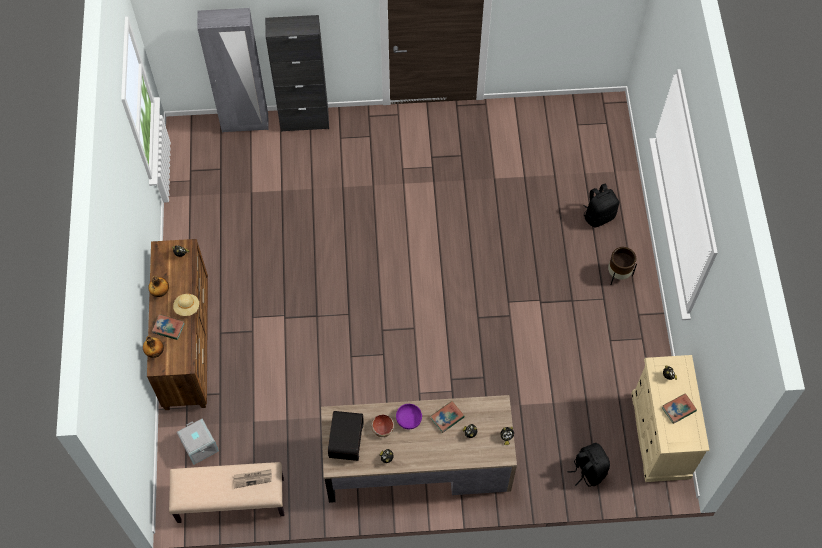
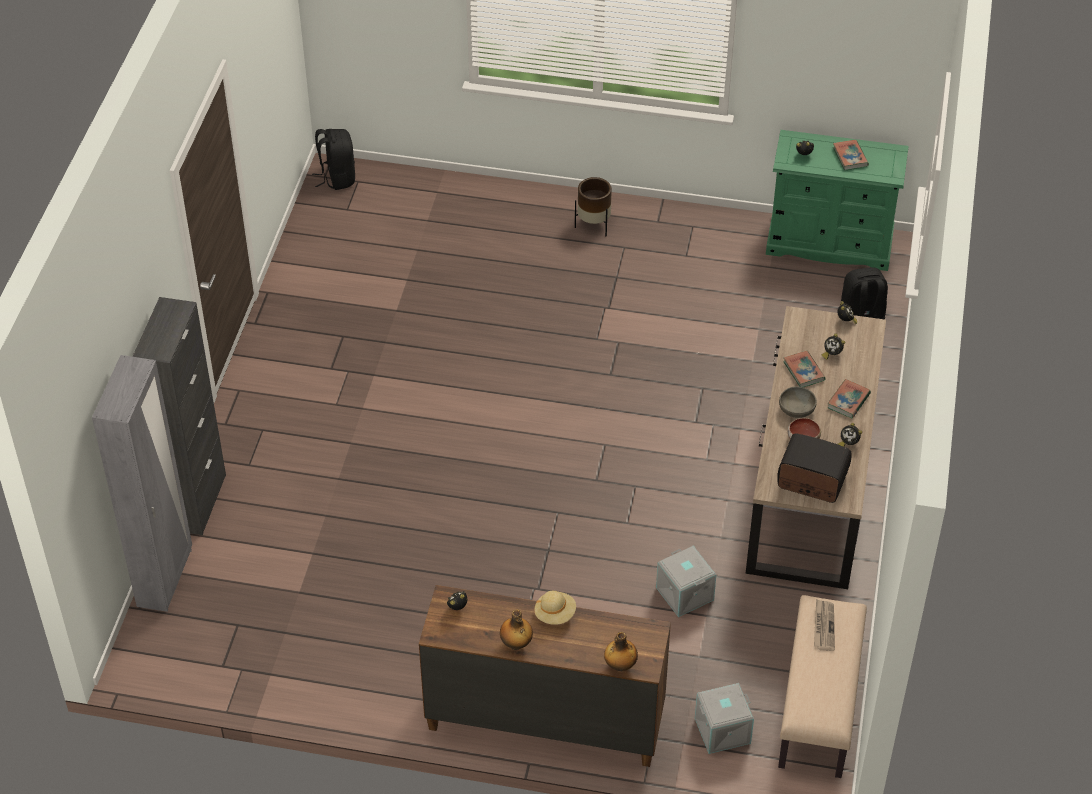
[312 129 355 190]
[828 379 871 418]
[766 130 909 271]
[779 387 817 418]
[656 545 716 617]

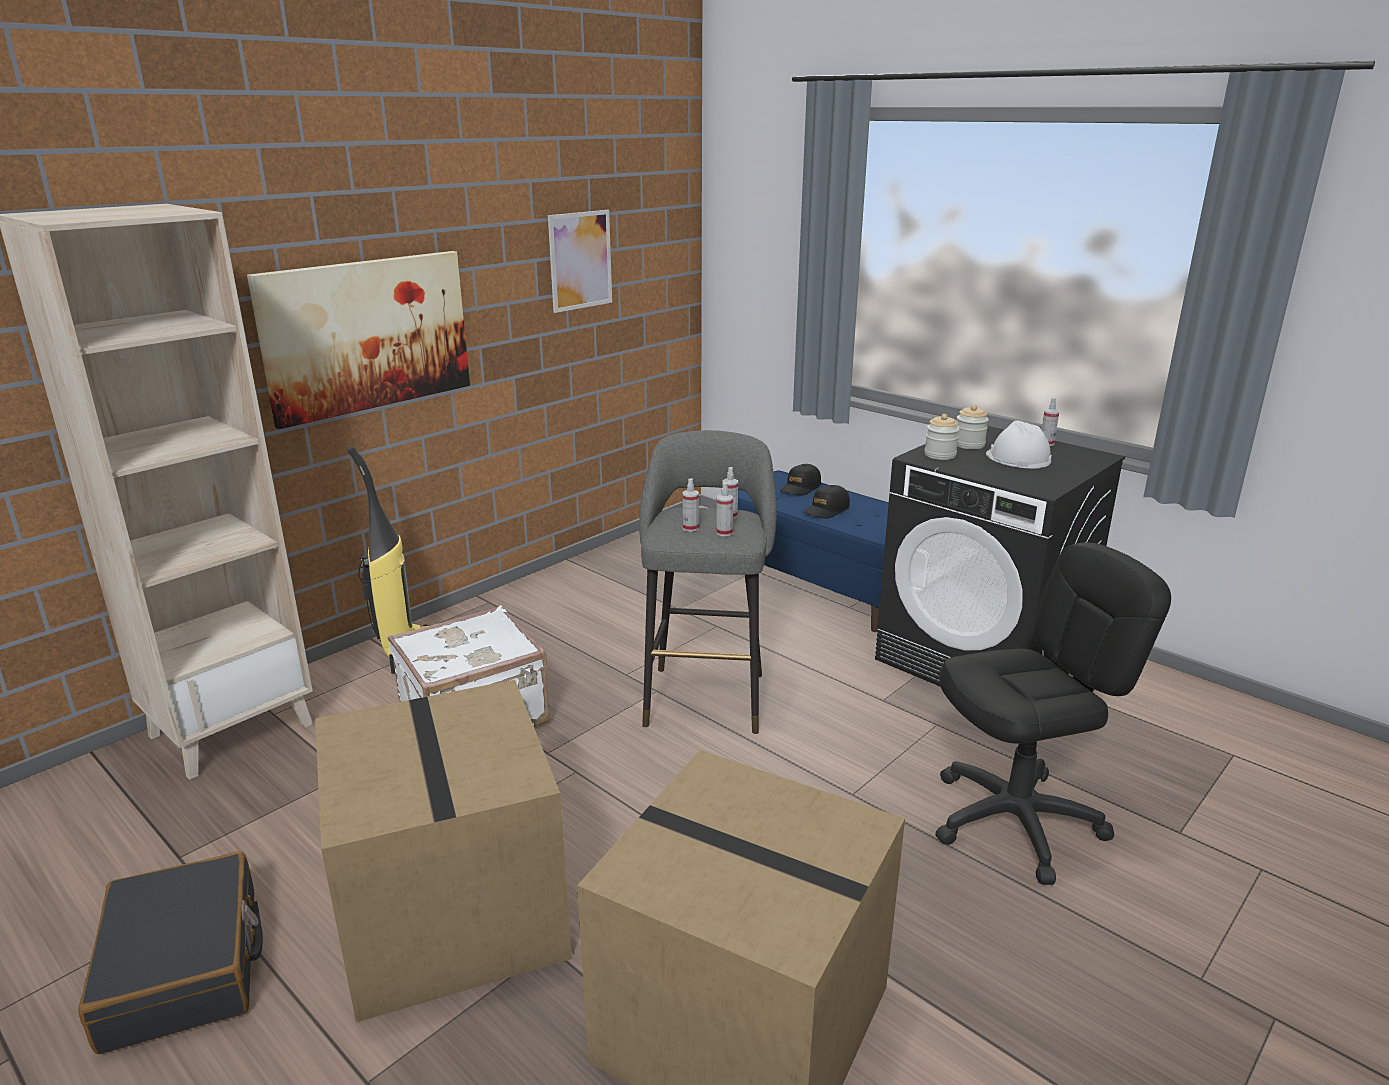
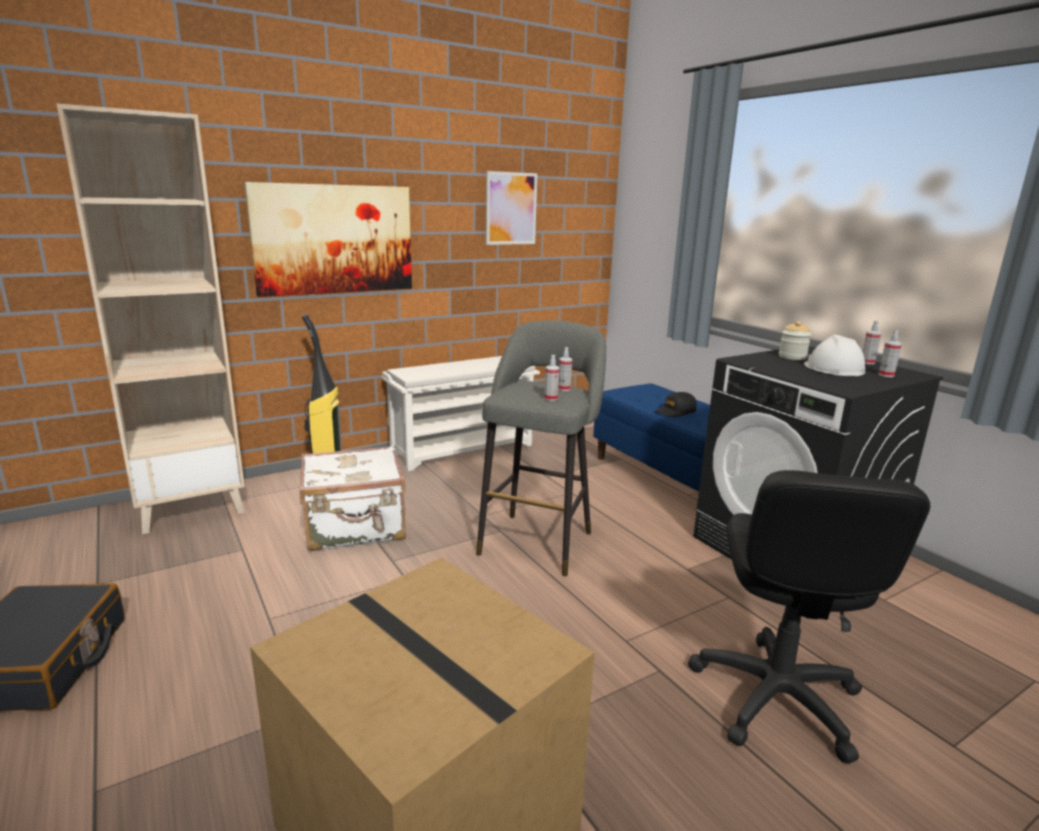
[924 414 960 460] (first image)
[780 464 821 495] (first image)
[878 330 902 377]
[688 470 930 764]
[315 680 572 1023] (first image)
[382 356 540 471]

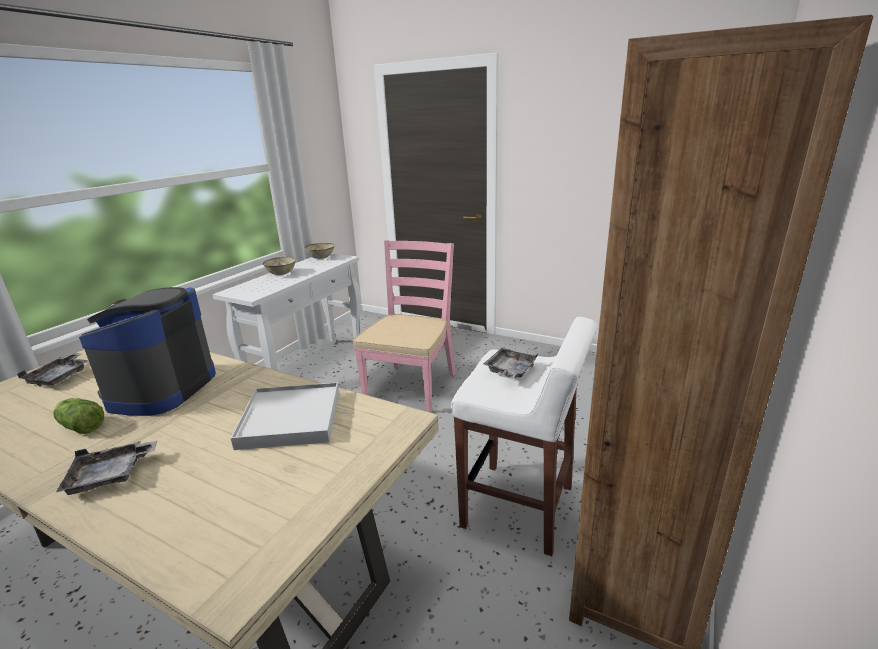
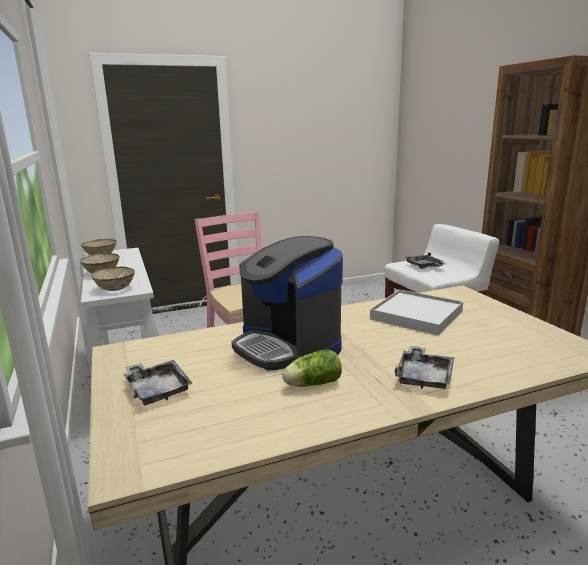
[91 267 135 291]

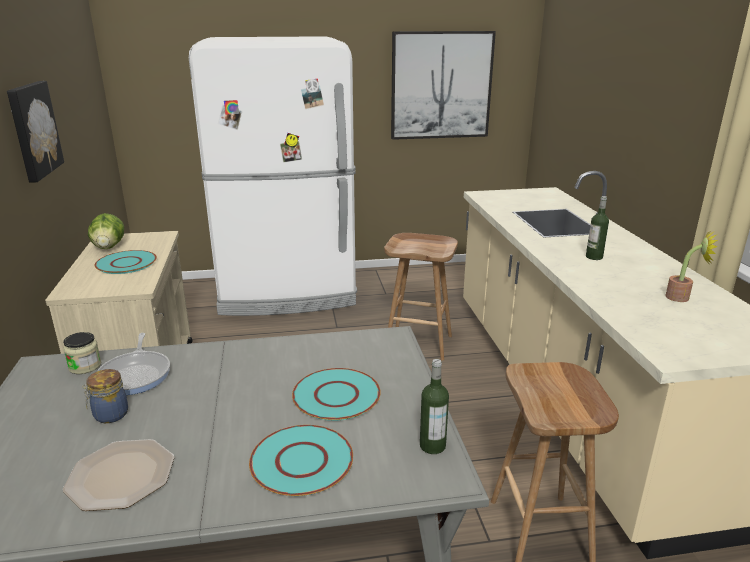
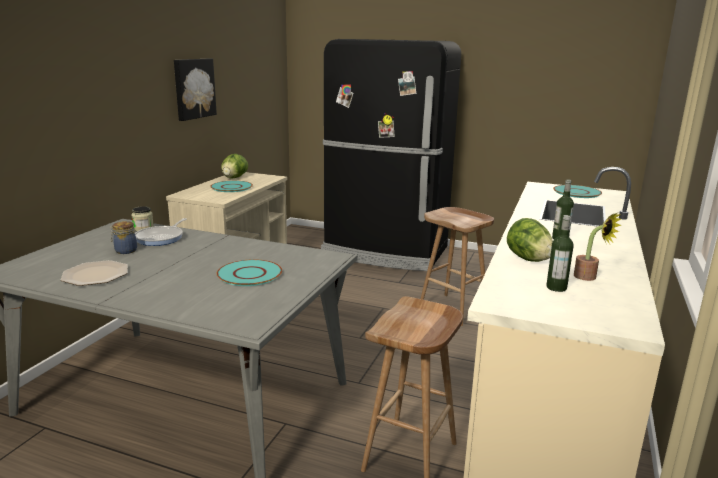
[391 31 496 140] (first image)
[321 39 461 271]
[546 215 574 292]
[553 185 602 198]
[507 218 553 262]

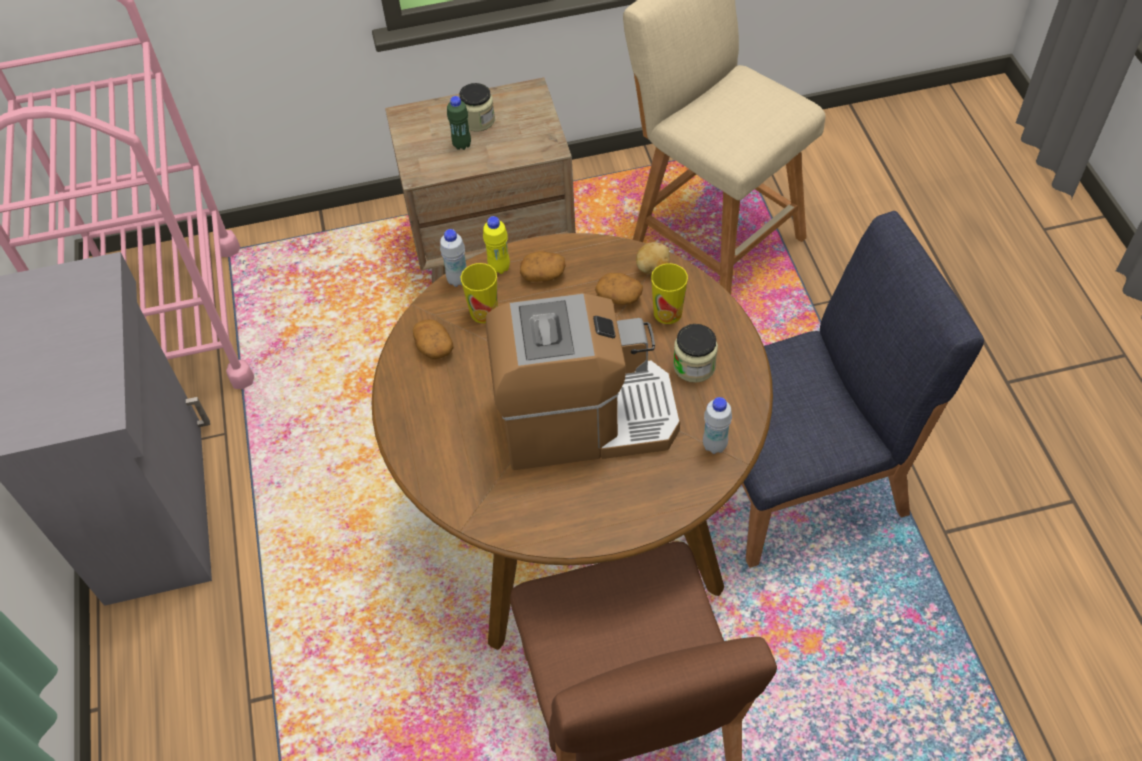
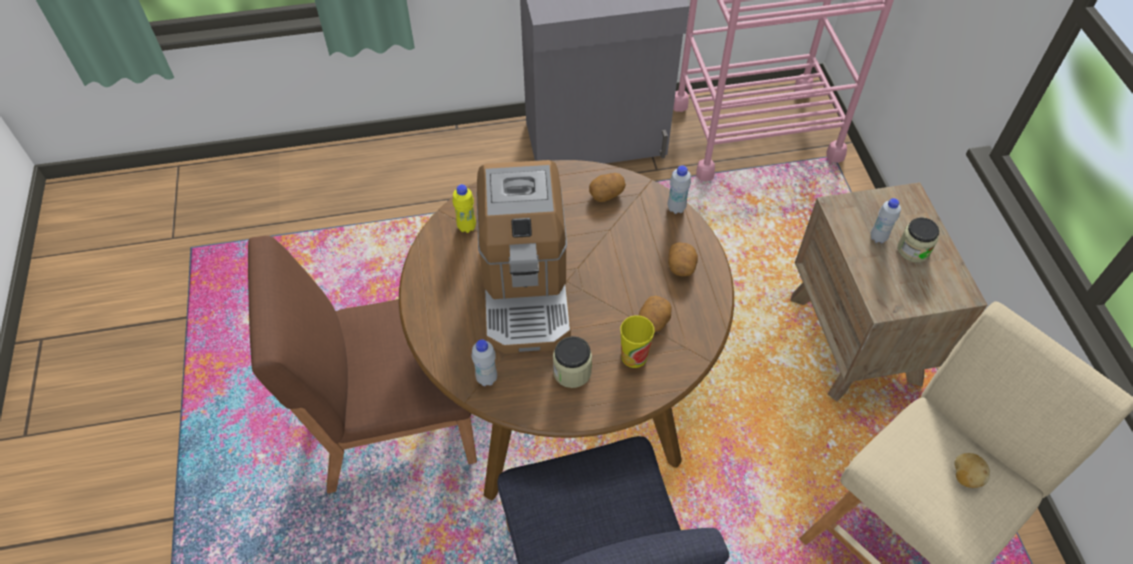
[871 198 901 243]
[453 184 476 233]
[954 453 990 488]
[461 263 498 323] (first image)

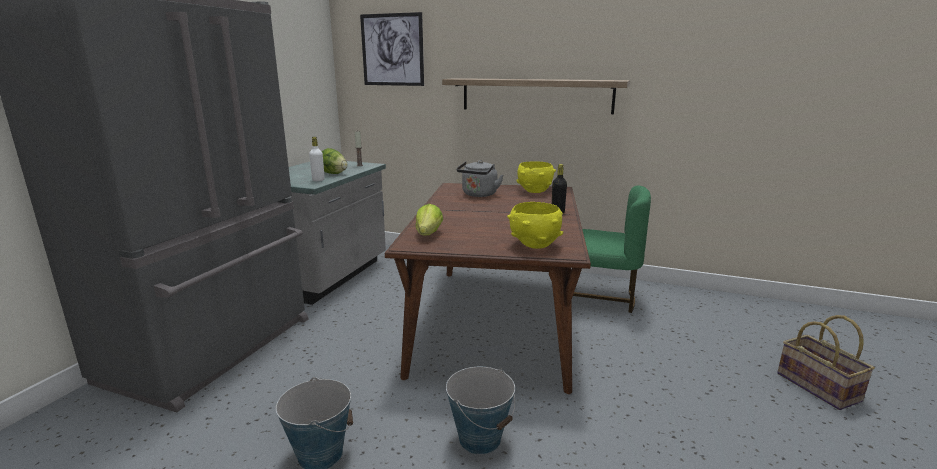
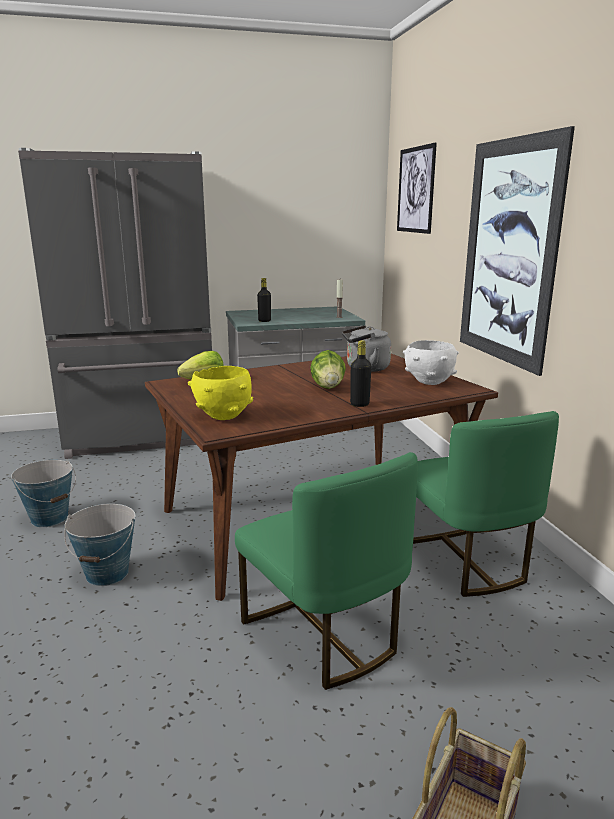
[460 126 575 376]
[257 278 271 322]
[310 350 346 389]
[403 340 459 385]
[235 452 418 690]

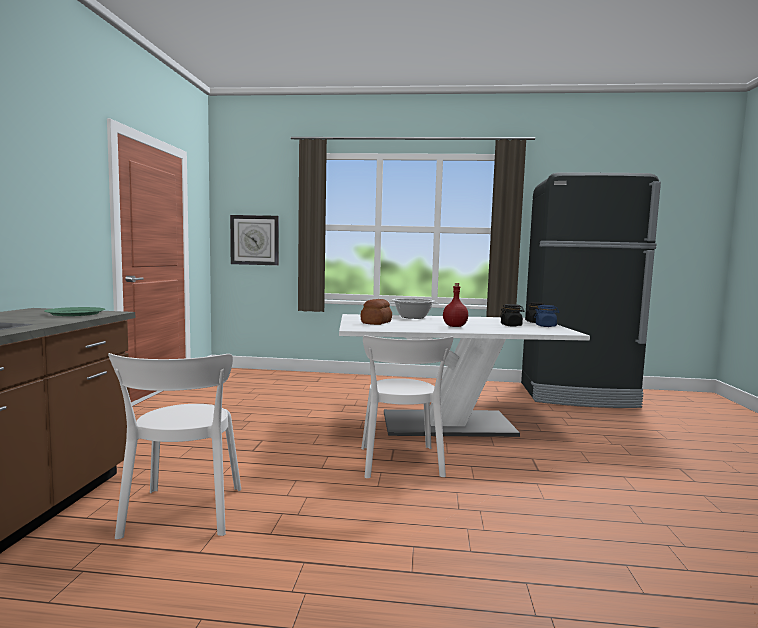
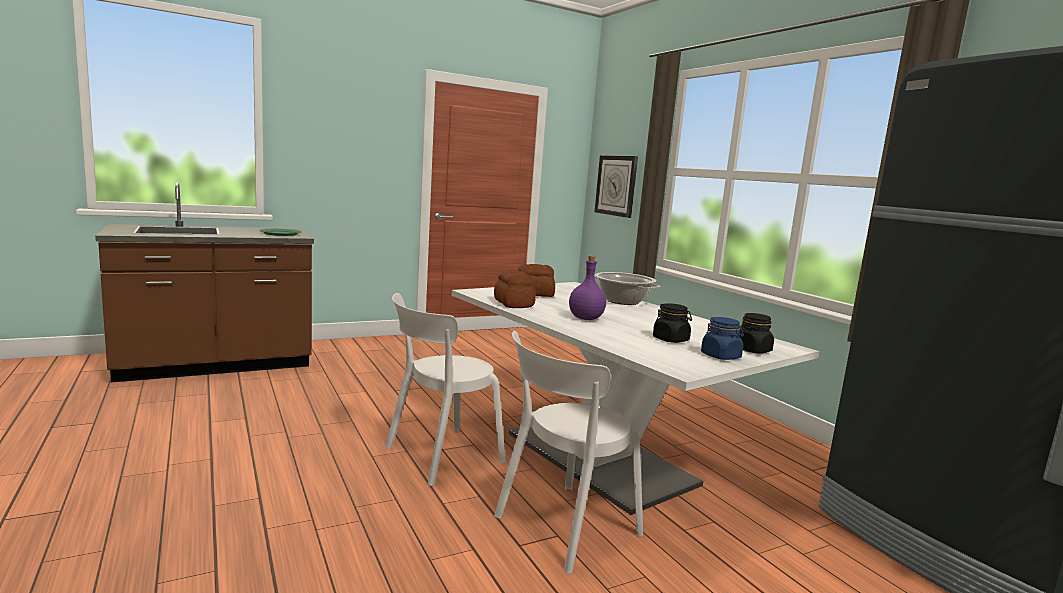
[569 256 606 320]
[494 331 643 574]
[494 270 536 308]

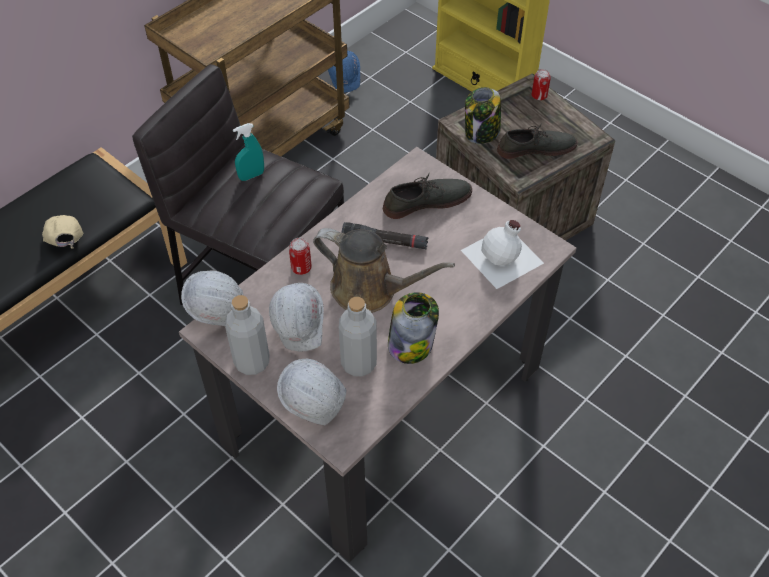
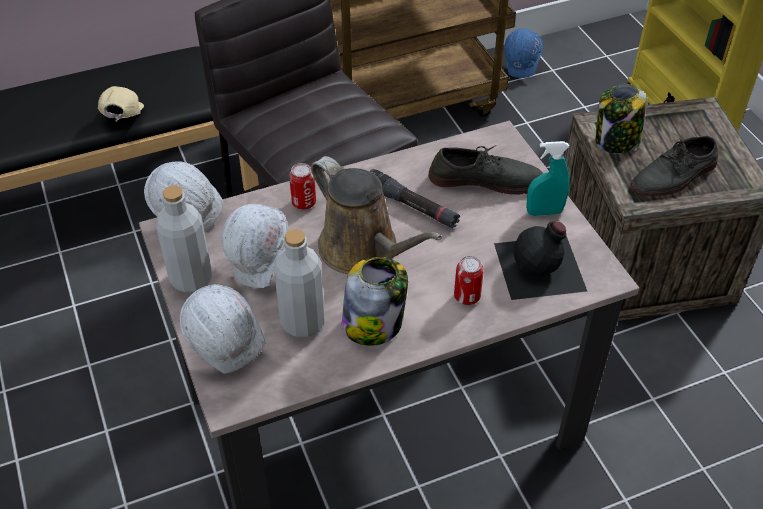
[454 256 484 305]
[526 141 570 216]
[630 136 718 196]
[494 221 587 300]

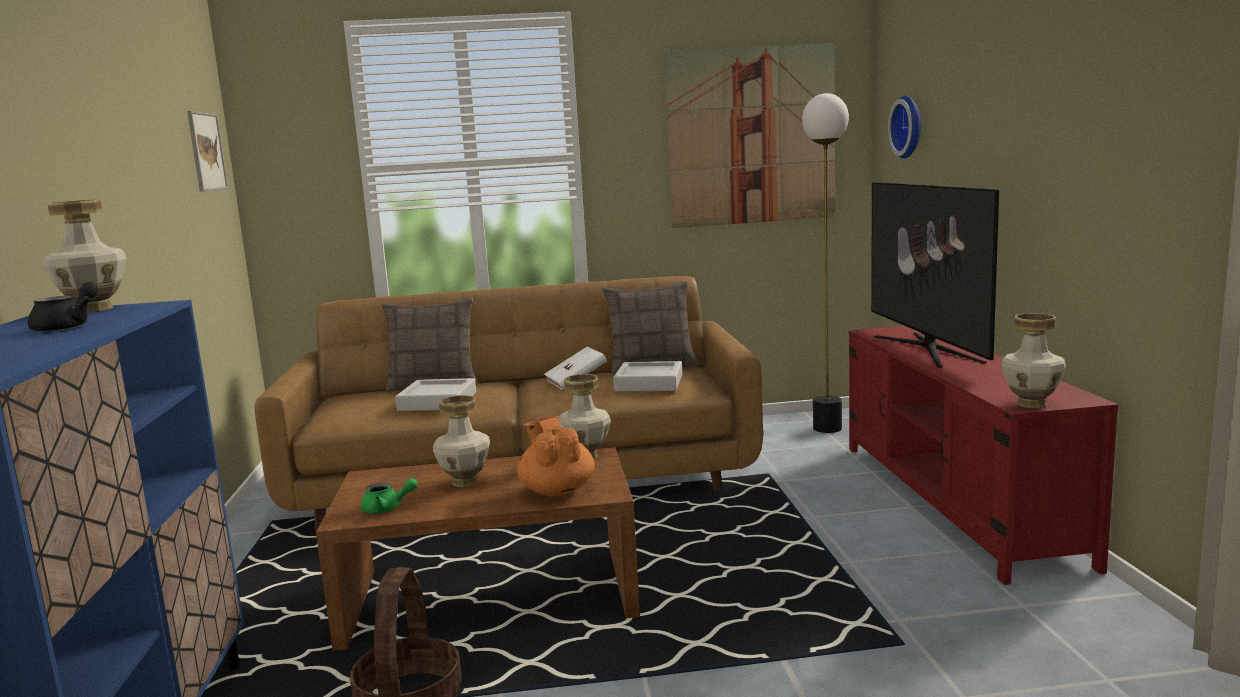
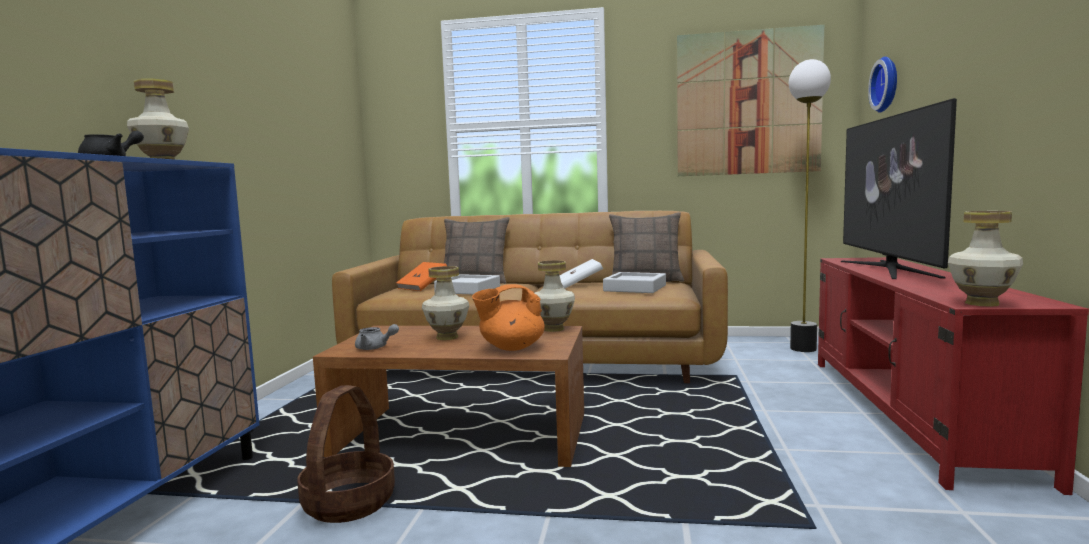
[187 111 228 191] (first image)
[472 284 545 351]
[355 324 399 350]
[396 262 447 291]

